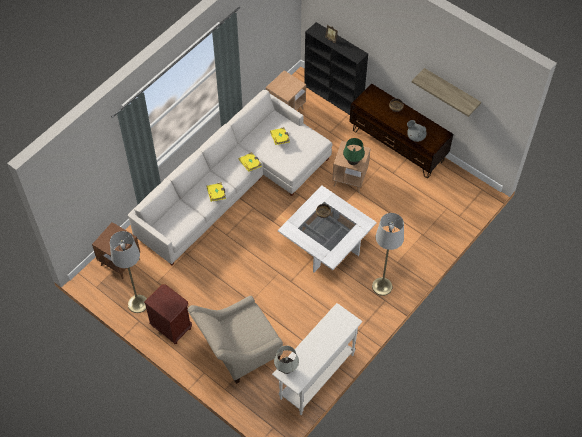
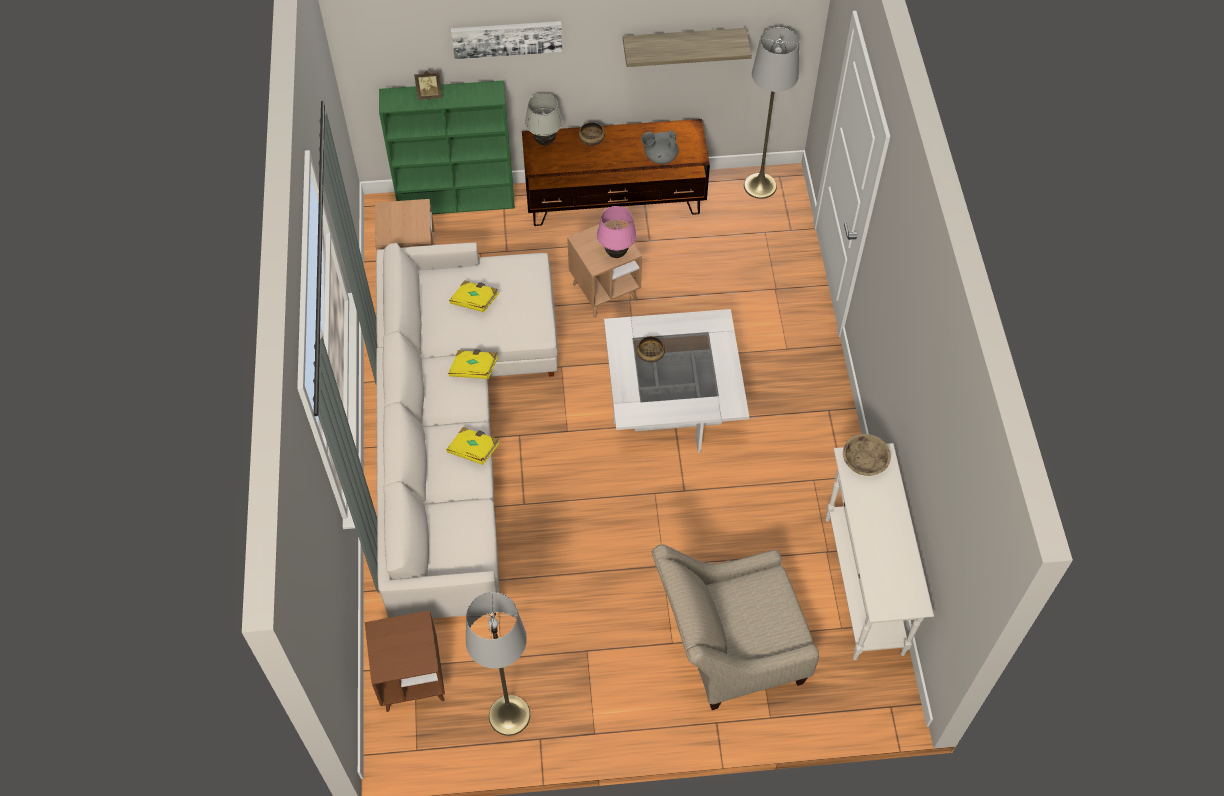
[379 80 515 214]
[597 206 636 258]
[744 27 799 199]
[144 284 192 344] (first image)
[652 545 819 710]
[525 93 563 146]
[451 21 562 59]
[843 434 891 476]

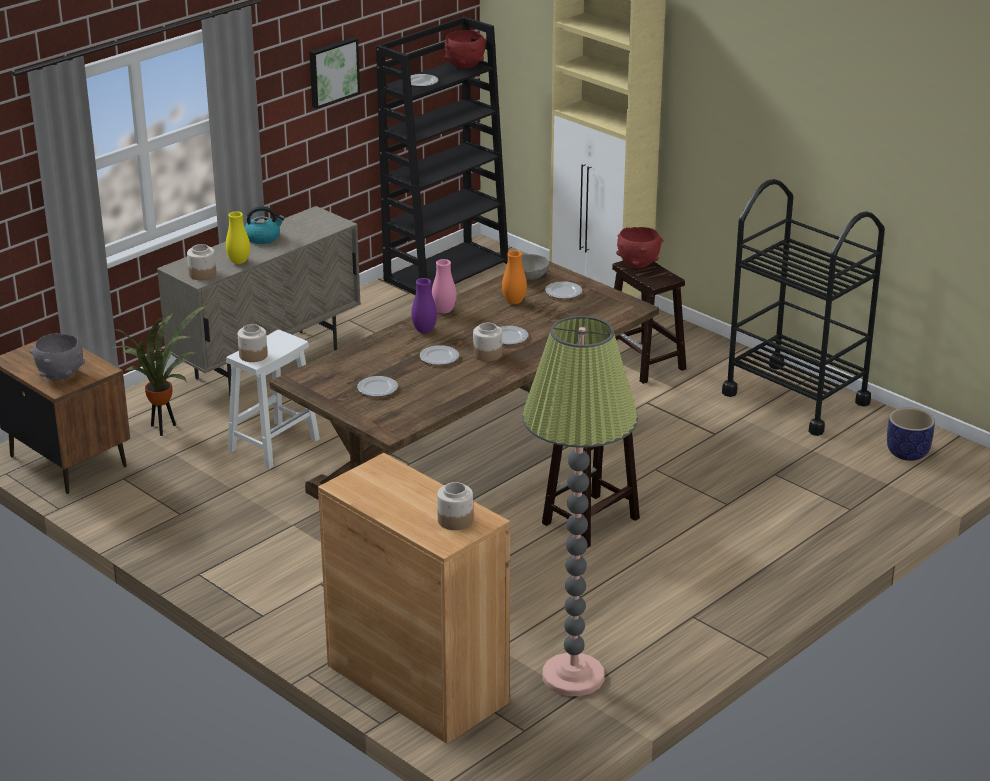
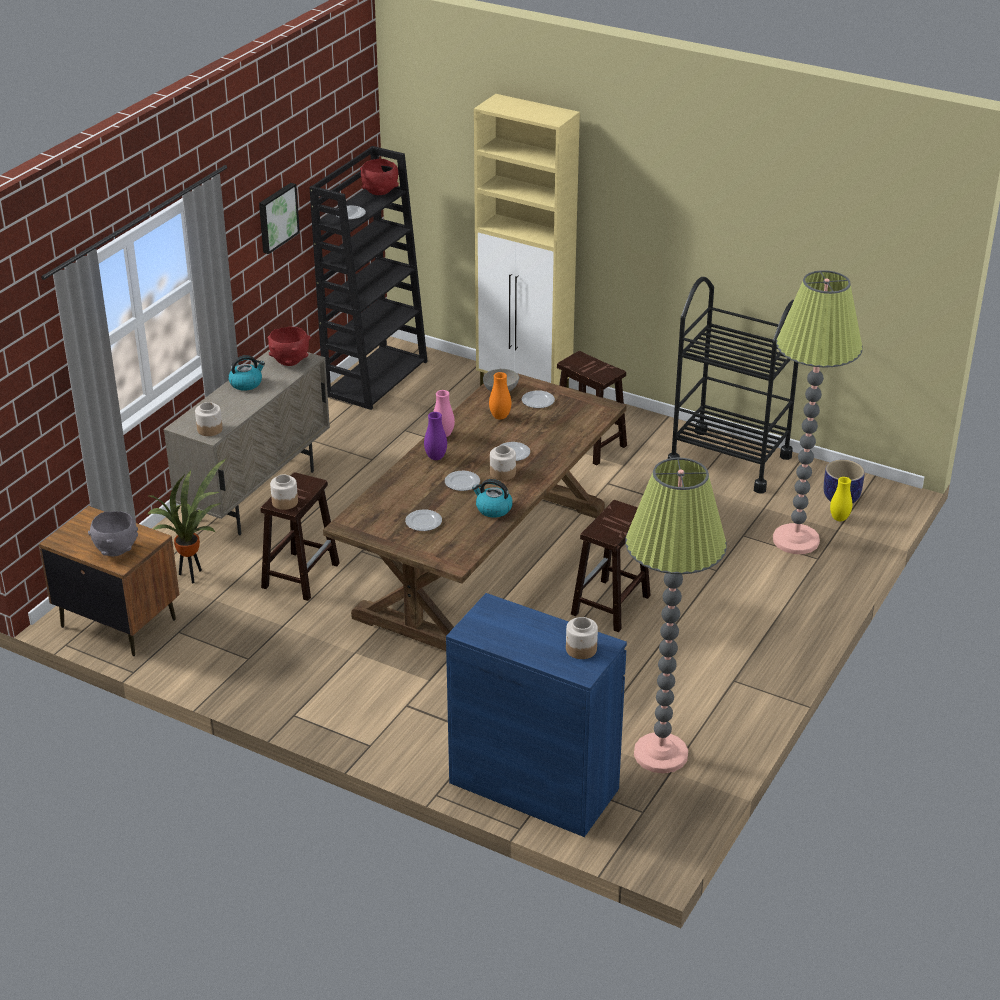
[830 477 852 521]
[267 327 311 366]
[261 472 340 601]
[446 593 627 837]
[773 270 863 554]
[472 479 513 518]

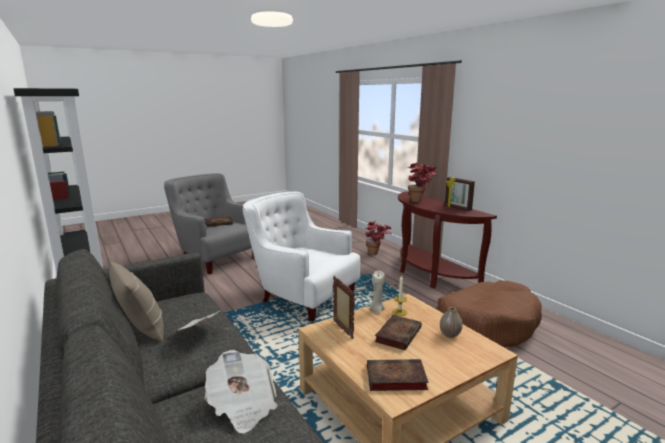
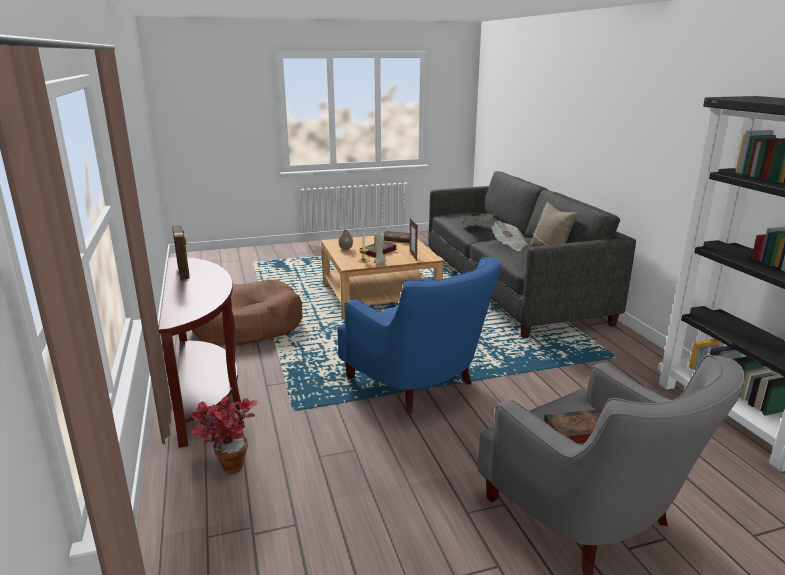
[407 162 437 203] (first image)
[337 257 500 414]

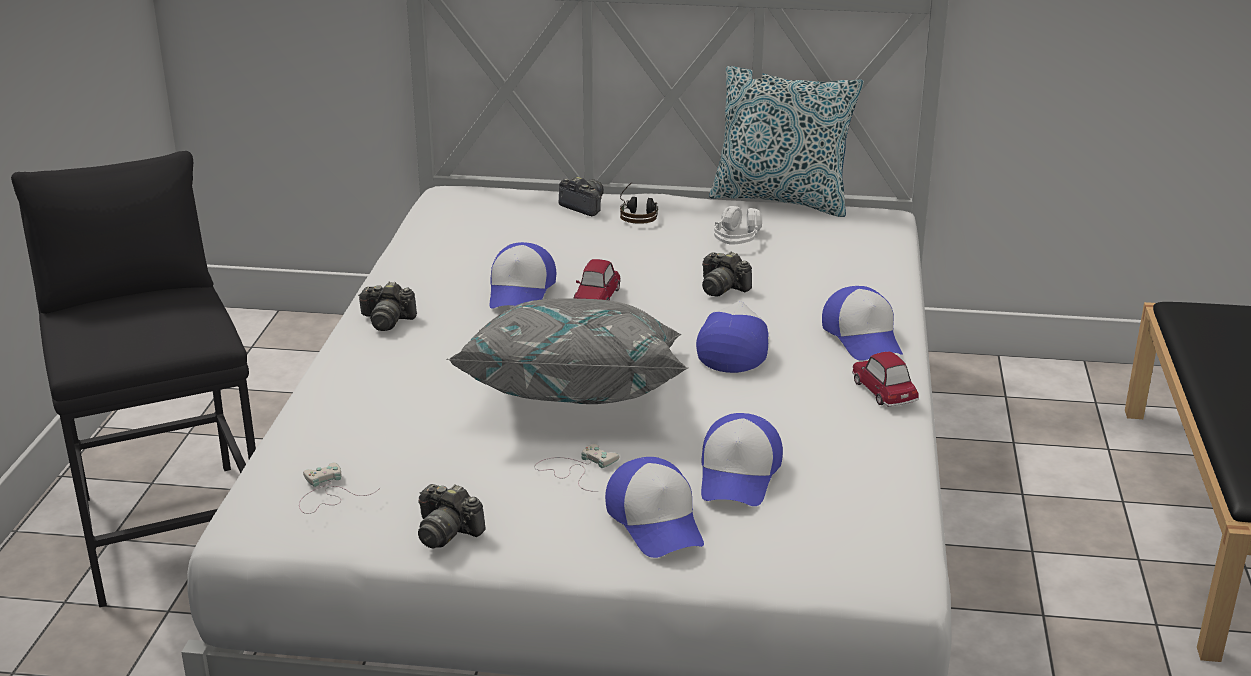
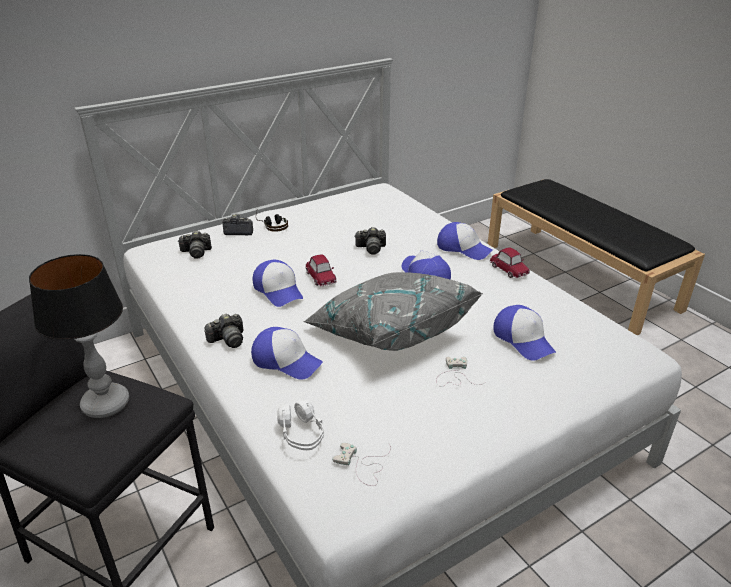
[709 66 864 217] (first image)
[277 400 324 450]
[490 247 530 278]
[251 327 323 380]
[178 231 212 258]
[29 254 129 418]

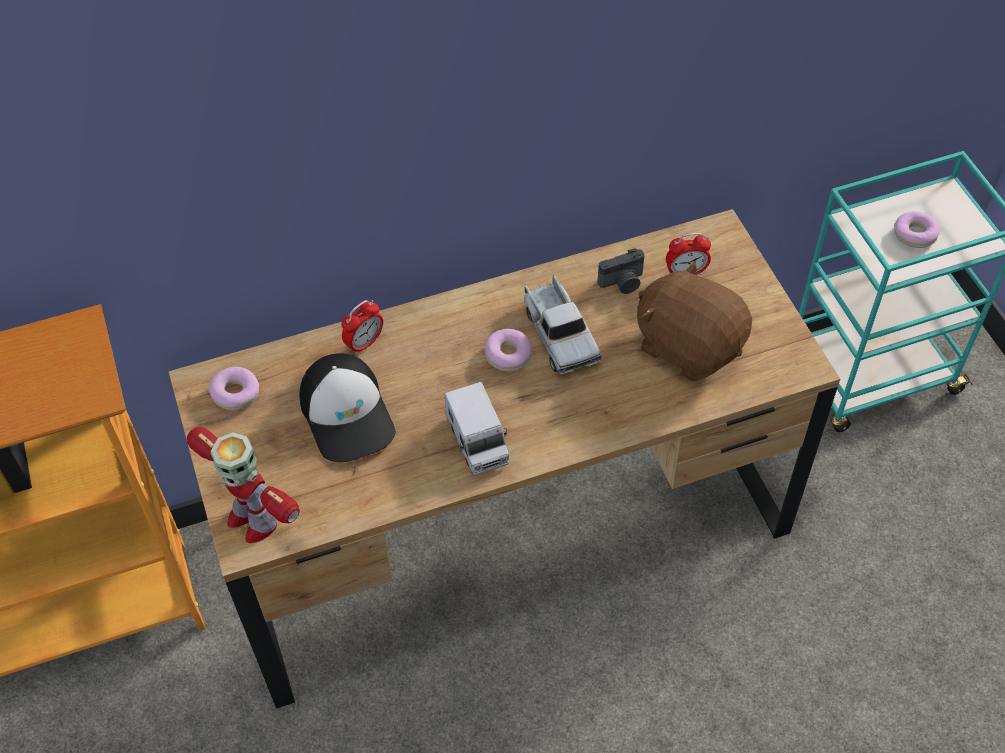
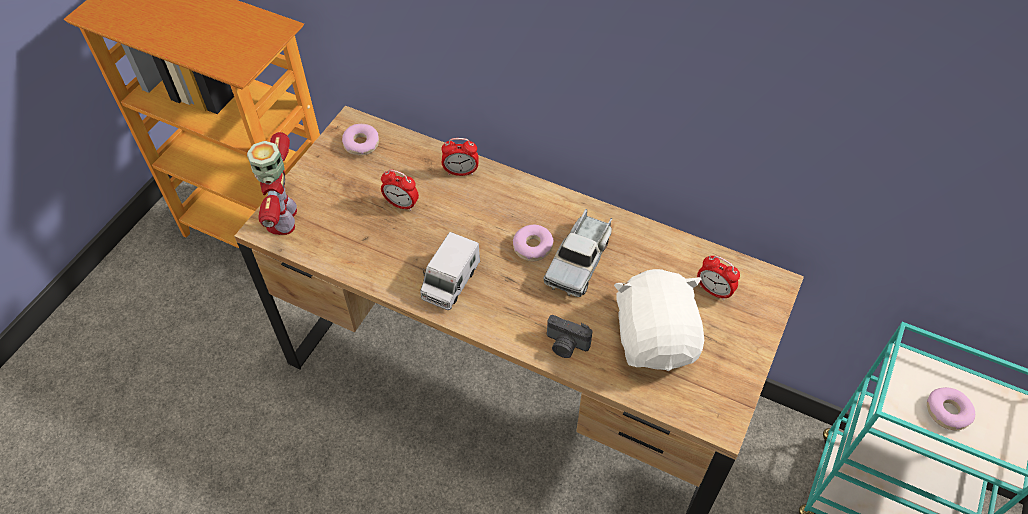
[547 315 592 358]
[614 269 704 371]
[381 169 419 211]

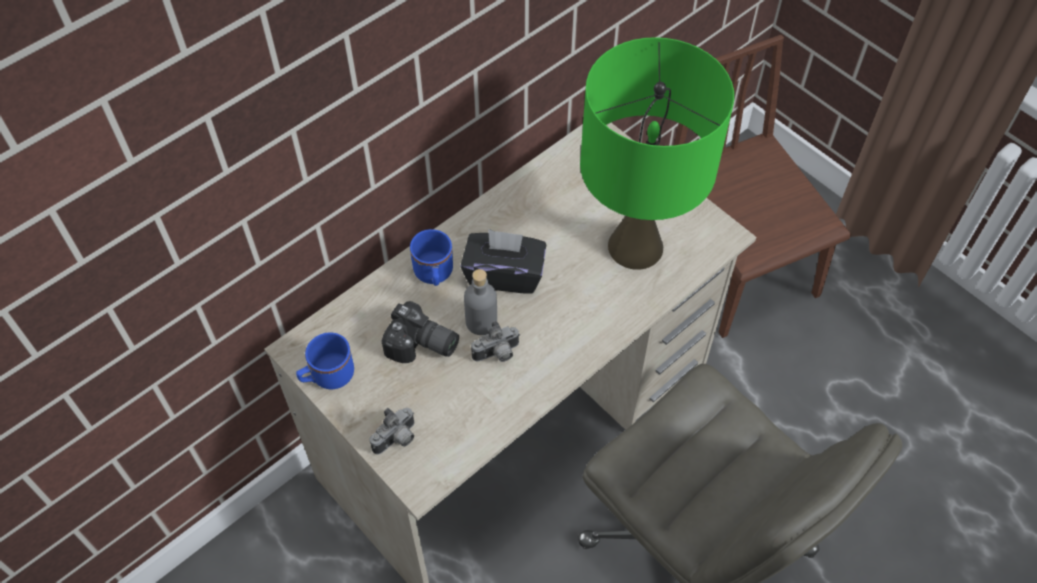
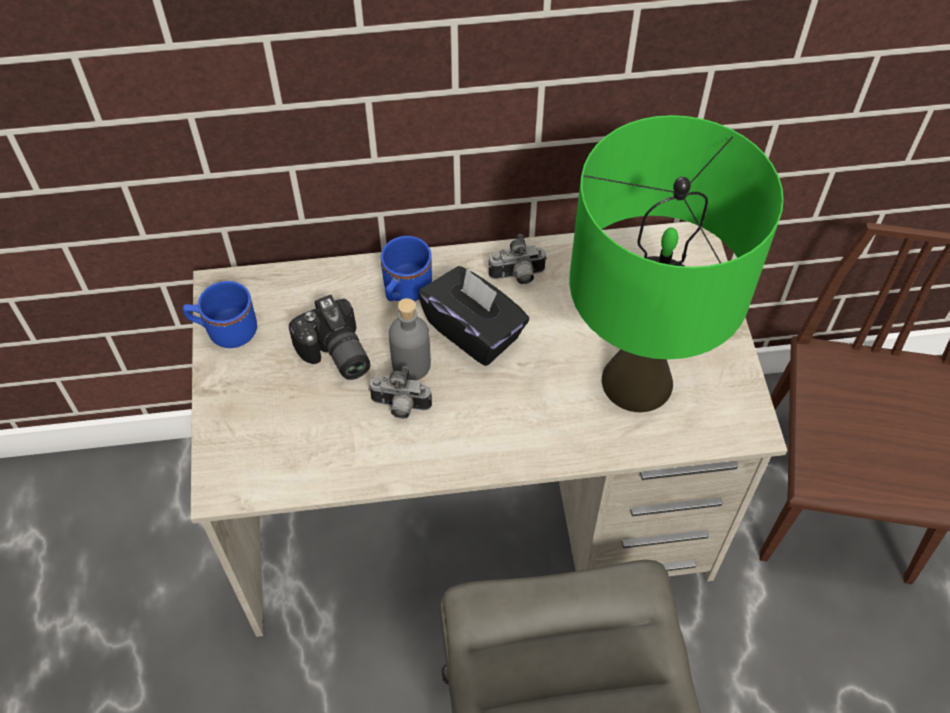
[489 234 547 284]

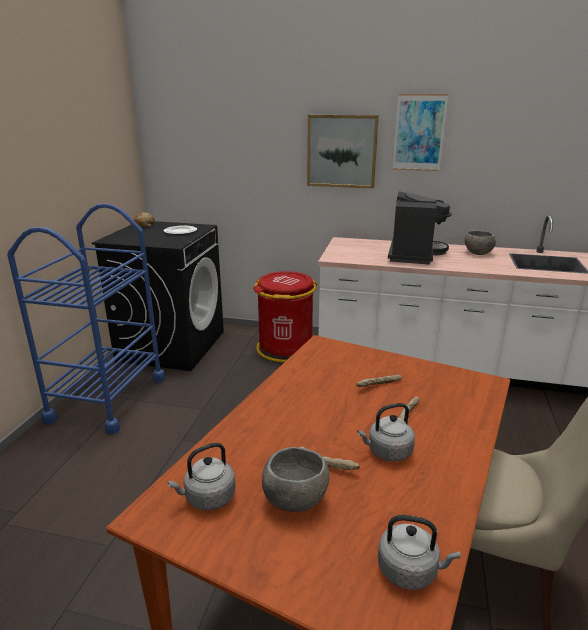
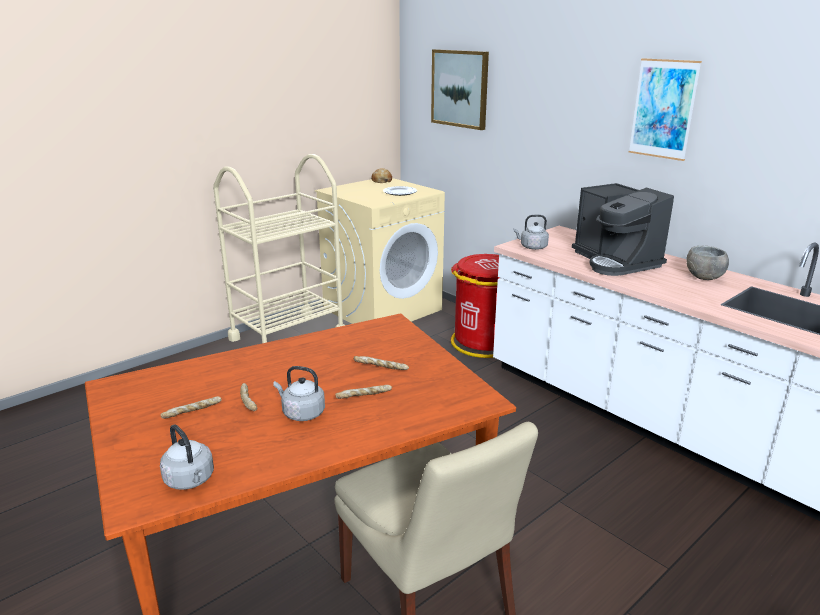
[431 49 489 130]
[572 183 674 276]
[213 154 345 343]
[315 178 445 324]
[514 215 549 250]
[160 397 222 419]

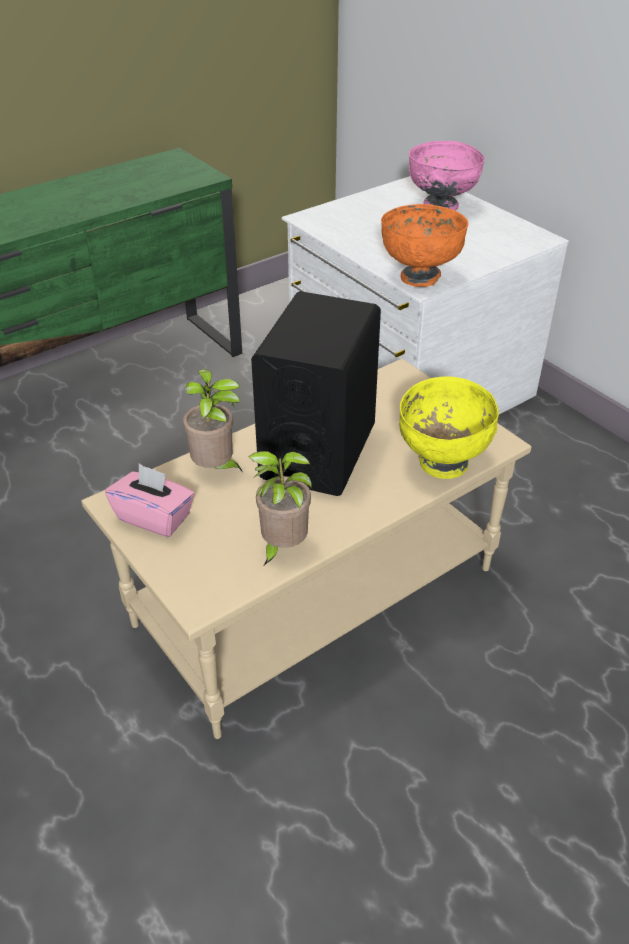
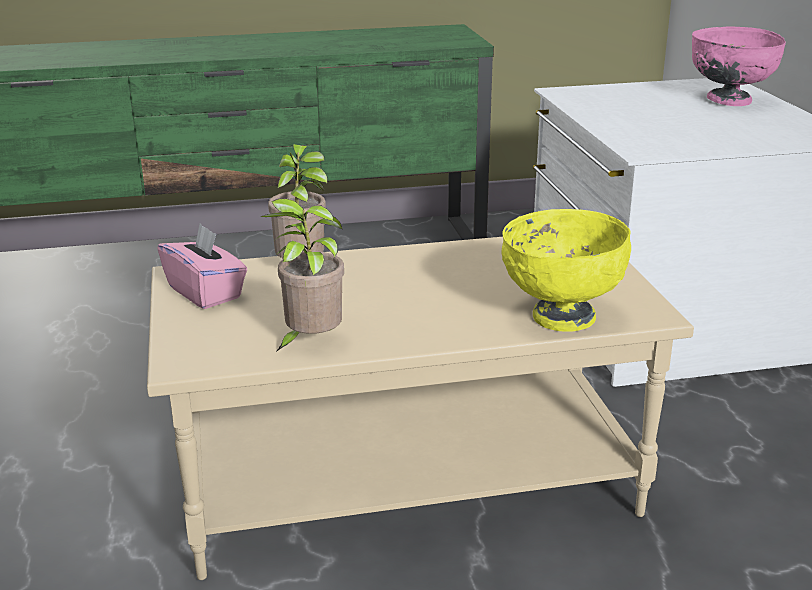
[381 204 468 287] (first image)
[251 291 381 496] (first image)

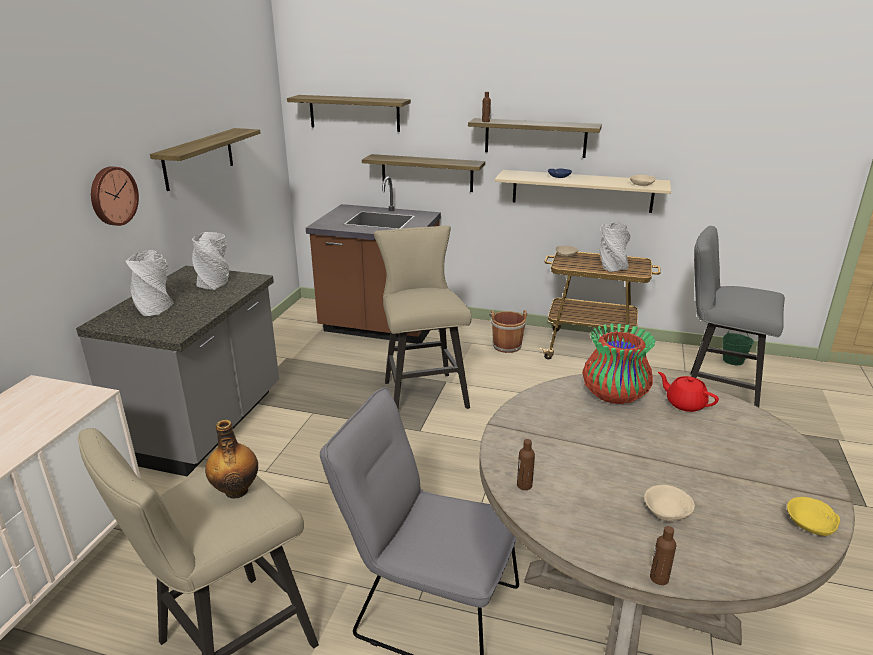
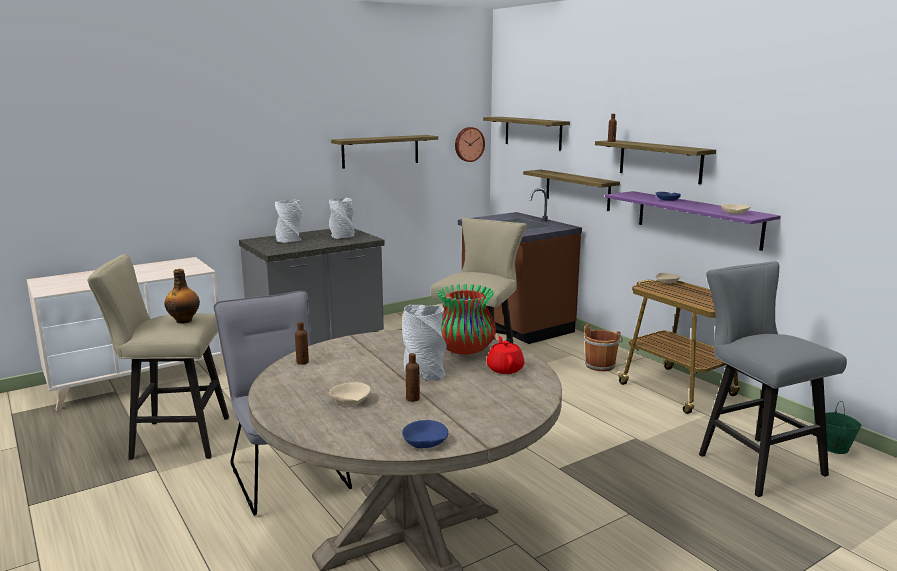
[455 127 485 162]
[605 191 781 251]
[402 305 447 381]
[402 420 448 448]
[406 353 420 402]

